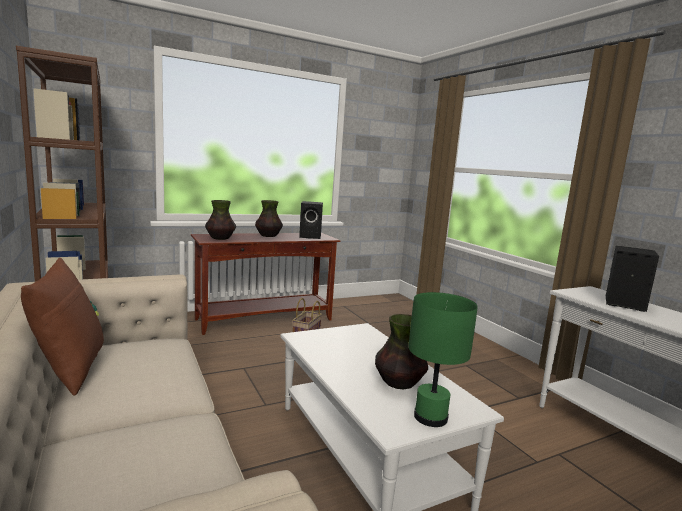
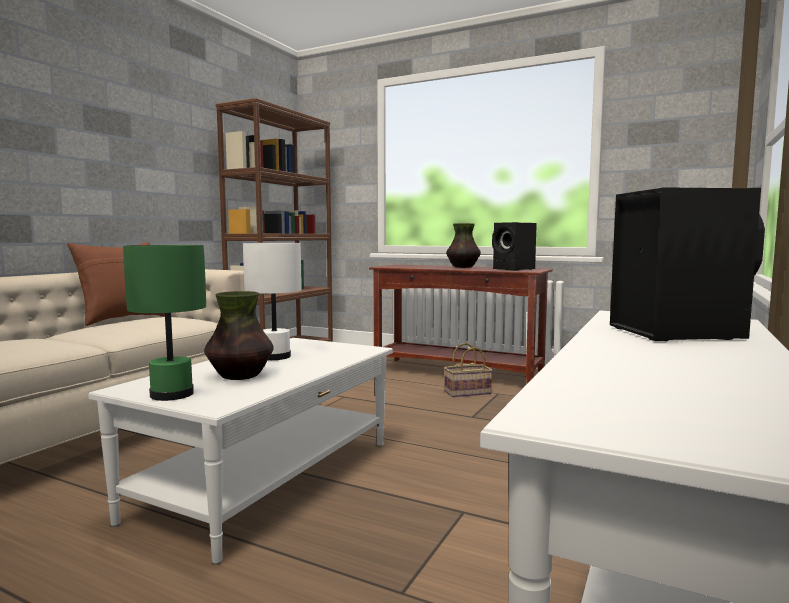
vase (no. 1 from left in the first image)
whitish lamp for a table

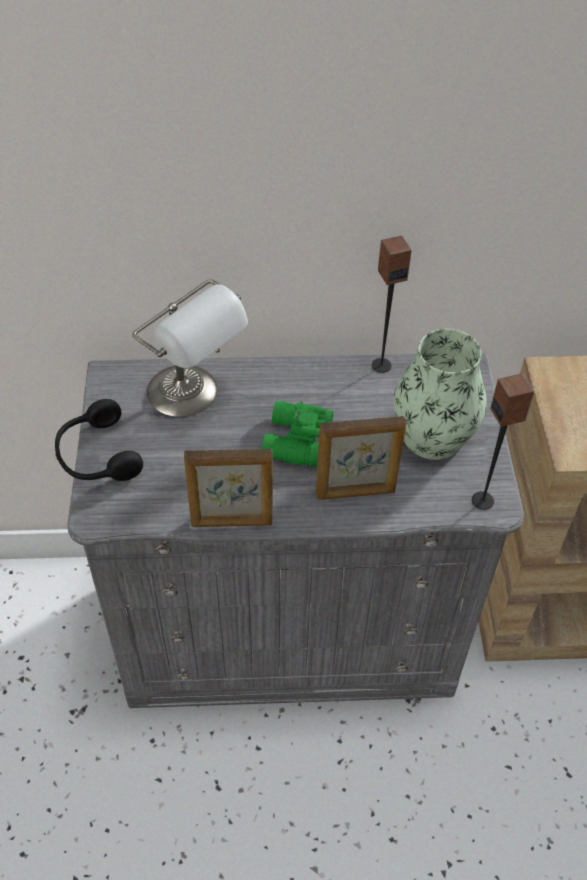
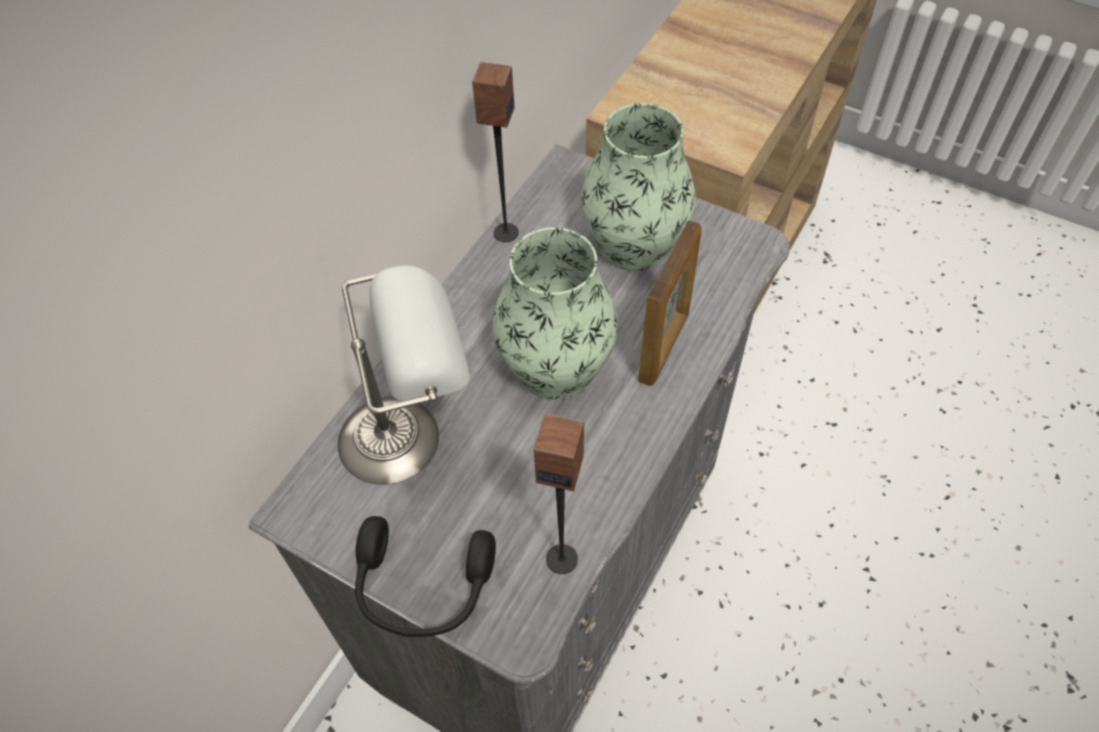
photo frame (no. 1 from left in the first image)
vase (no. 1 from left)
audio speaker (no. 2 from left)

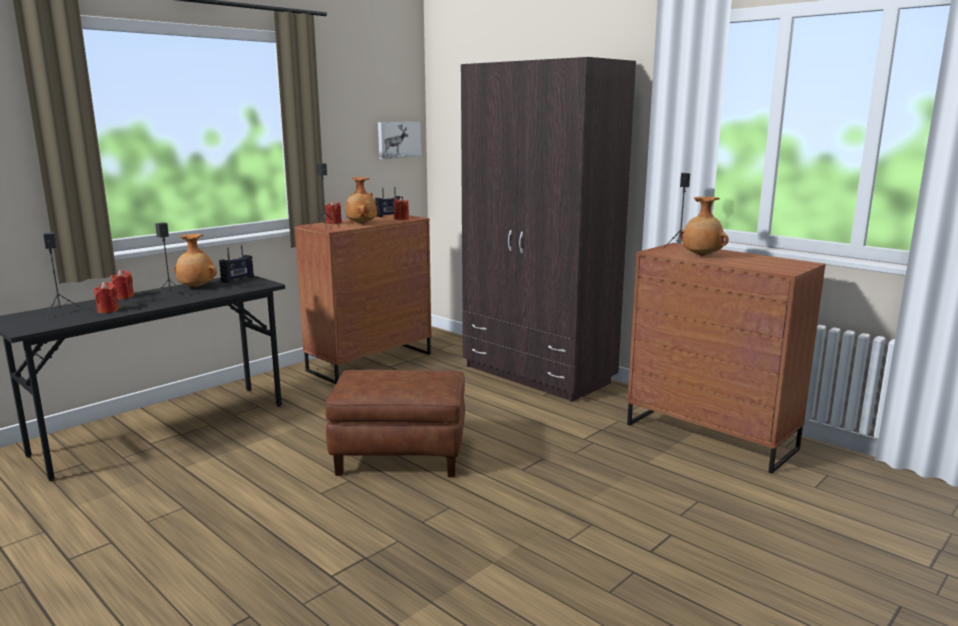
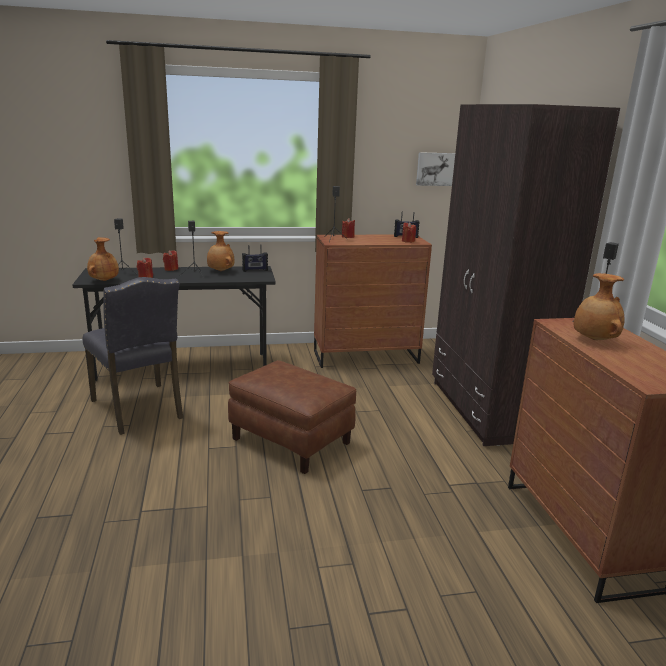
brown-coloured vase (no. 1 from left)
grey upright chair

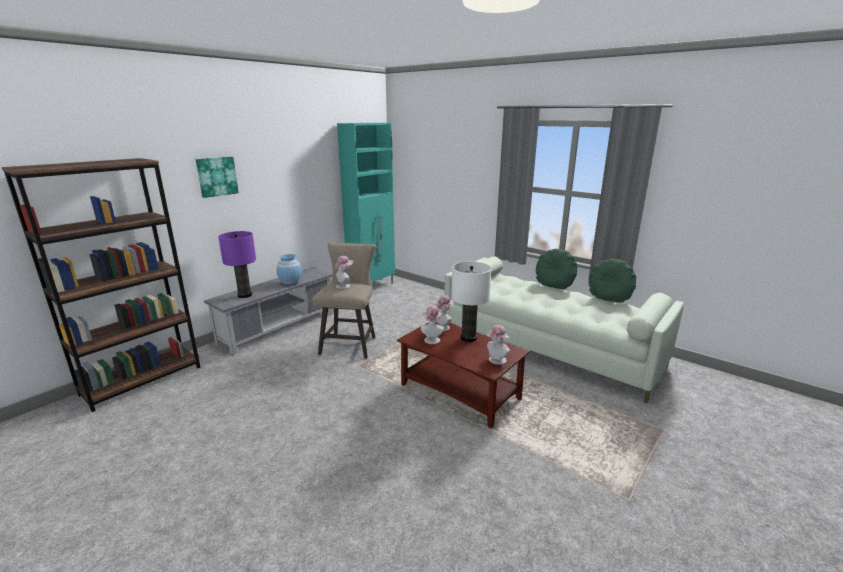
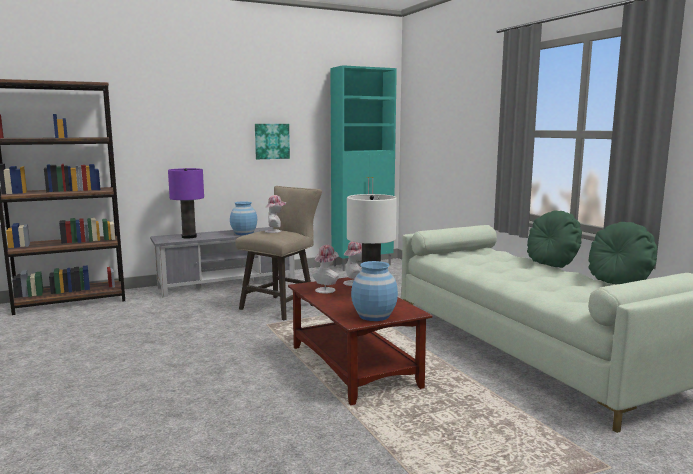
wall picture
blue-coloured vase (no. 2 from left)

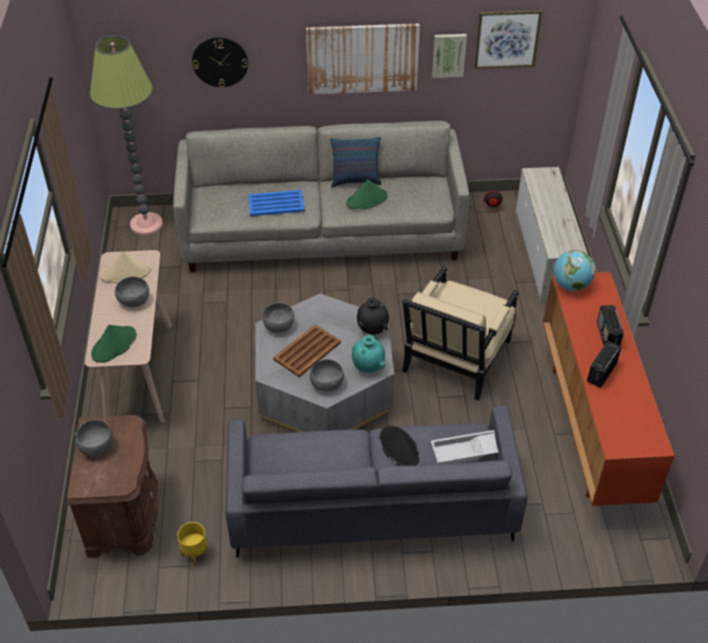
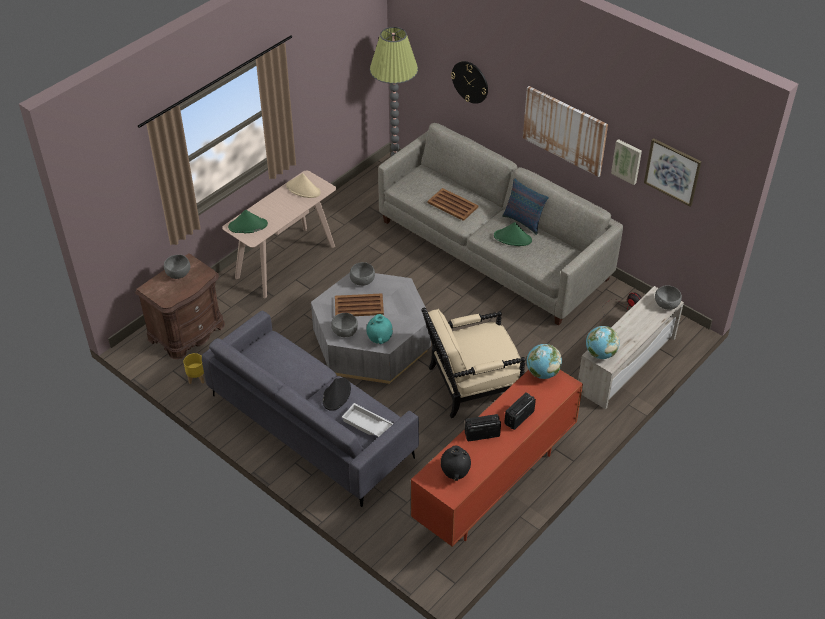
grey bowl (no. 4 from left)
brown-coloured carrying tray (no. 2 from left)
black vase
globe (no. 2 from left)

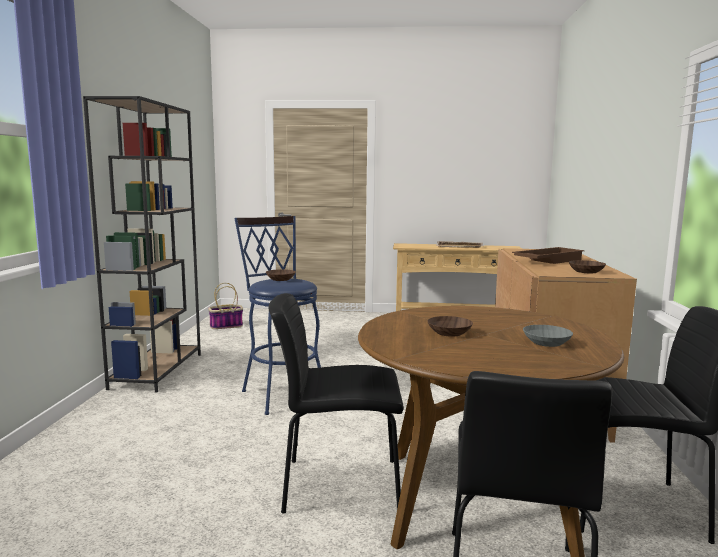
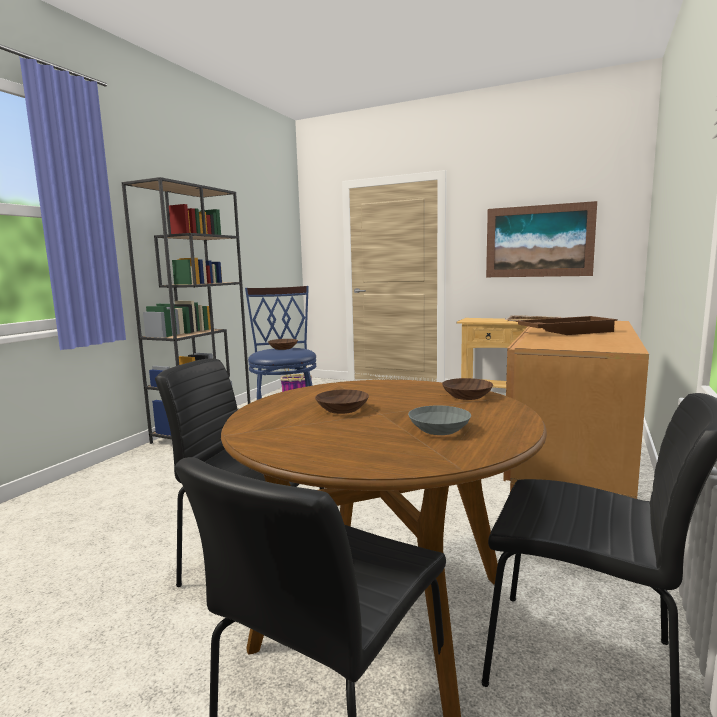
brown-coloured bowl (no. 3 from left)
wall picture

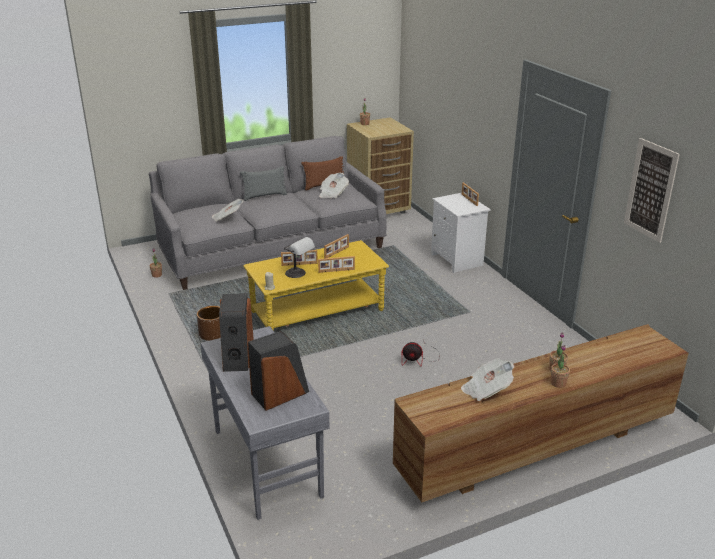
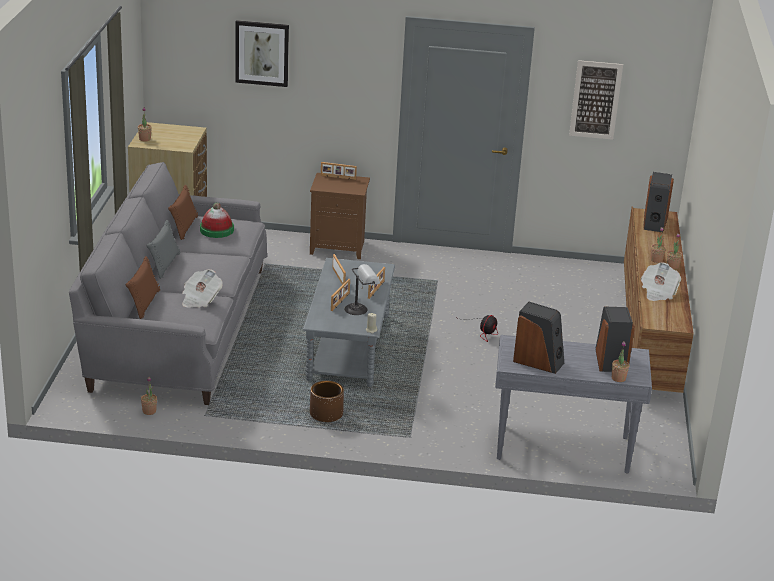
grey low table
clothing hat
brown-coloured bedside table
brown-coloured throw pillow (no. 1 from left)
wall picture (no. 1 from left)
potted plant (no. 3 from left)
audio speaker (no. 3 from left)

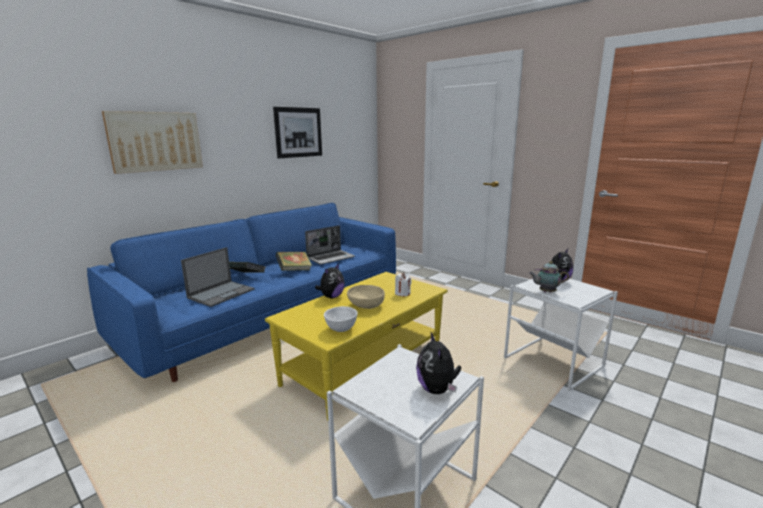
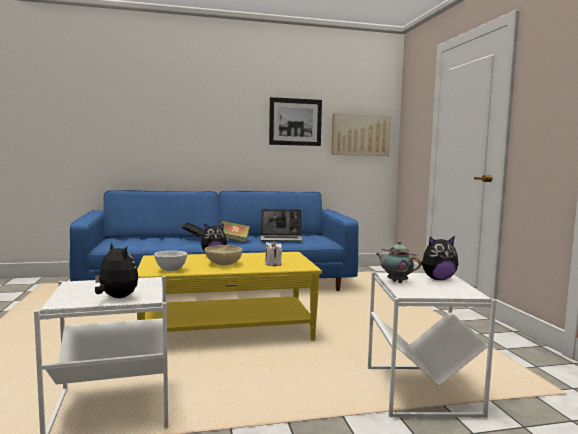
wall picture (no. 2 from left)
portable computer (no. 1 from left in the first image)
cuddly toy (no. 1 from left)

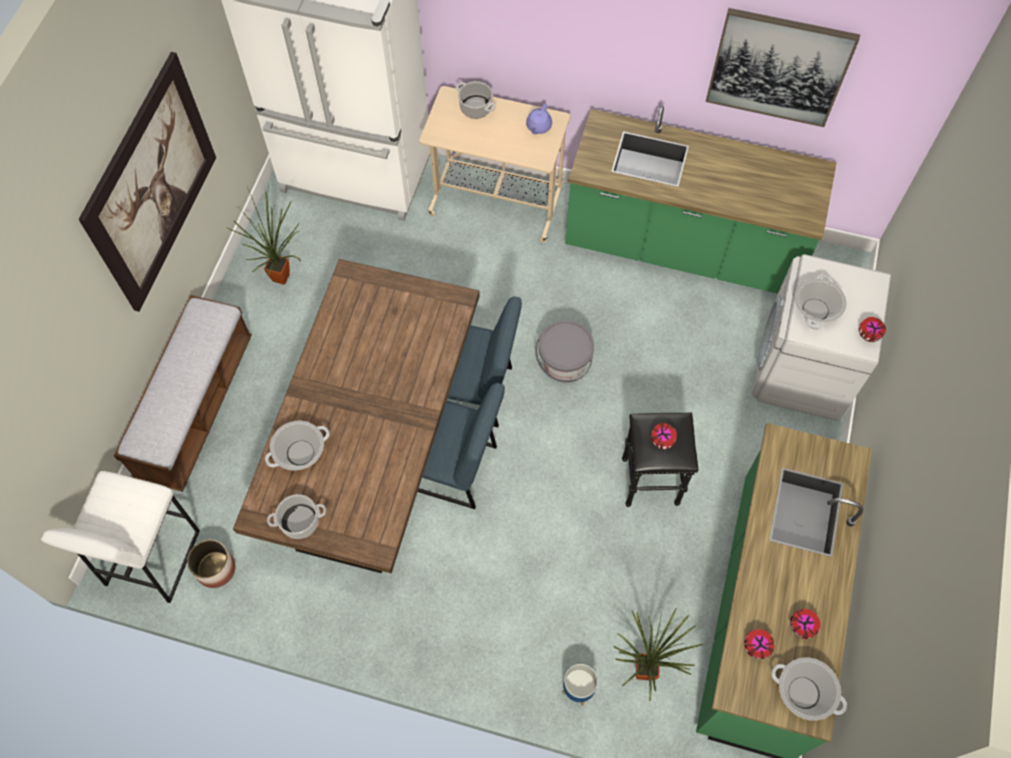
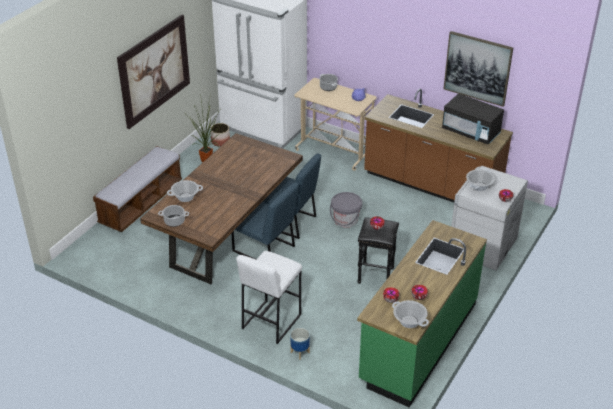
whitish stool seat
plant pot (no. 1 from left)
brown-coloured kitchen base unit
potted plant (no. 2 from left in the first image)
black microwave

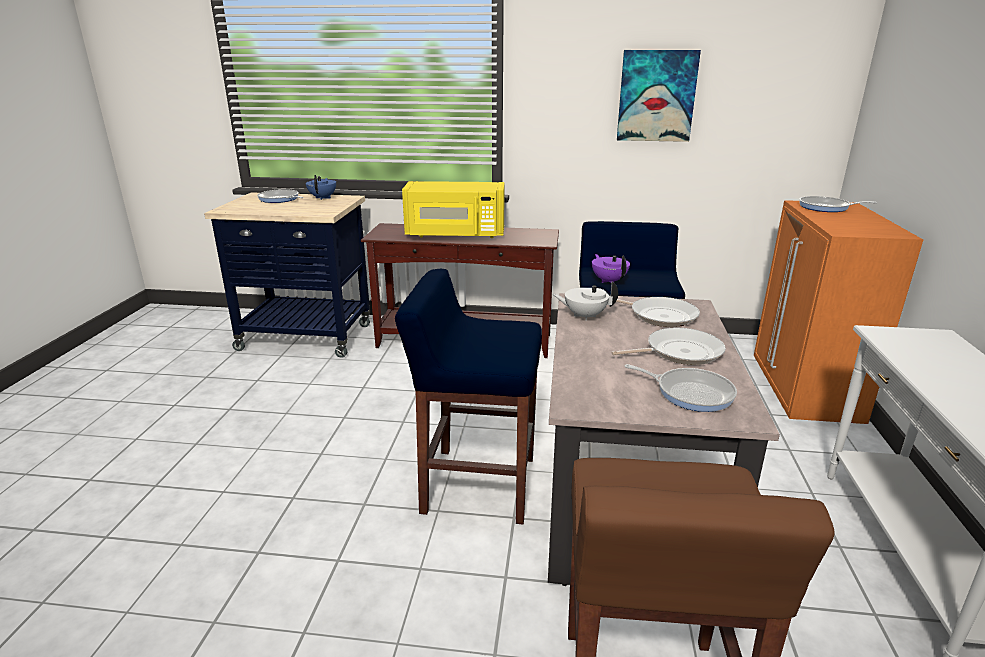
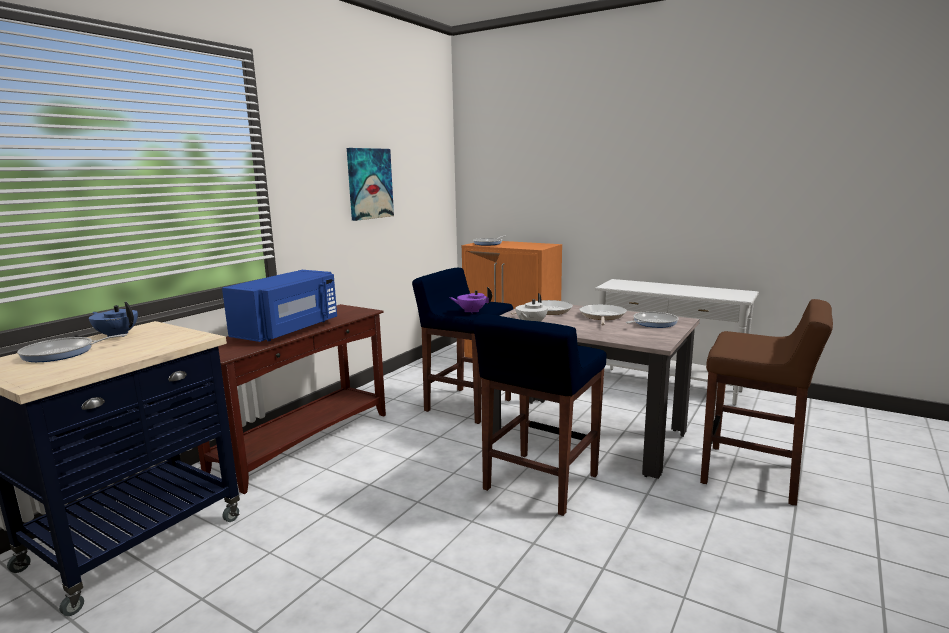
blue-coloured microwave

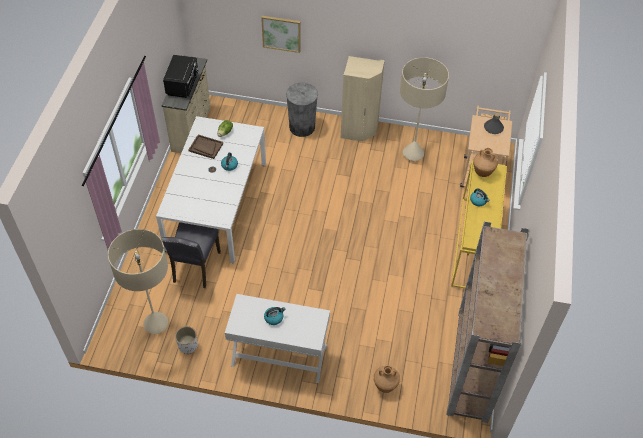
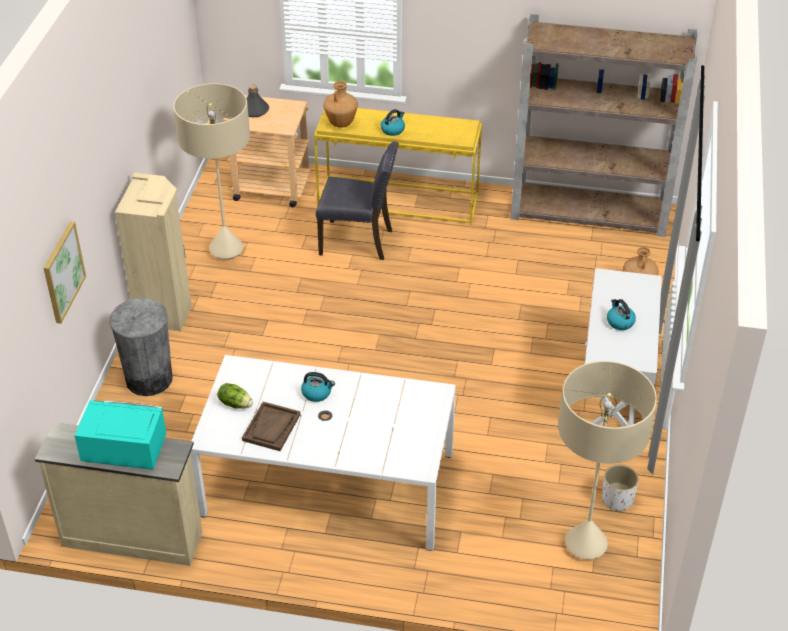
grey upright chair
blue-green microwave

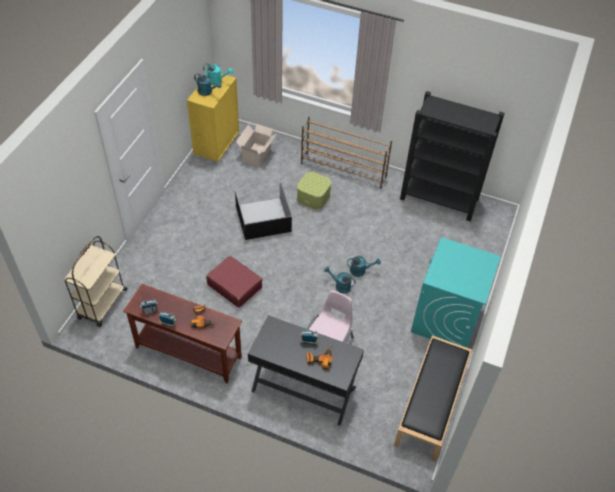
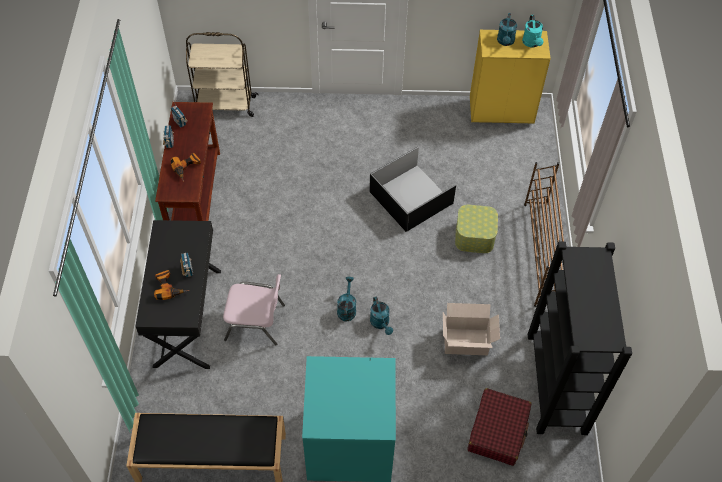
reddish travel case
cardboard box

